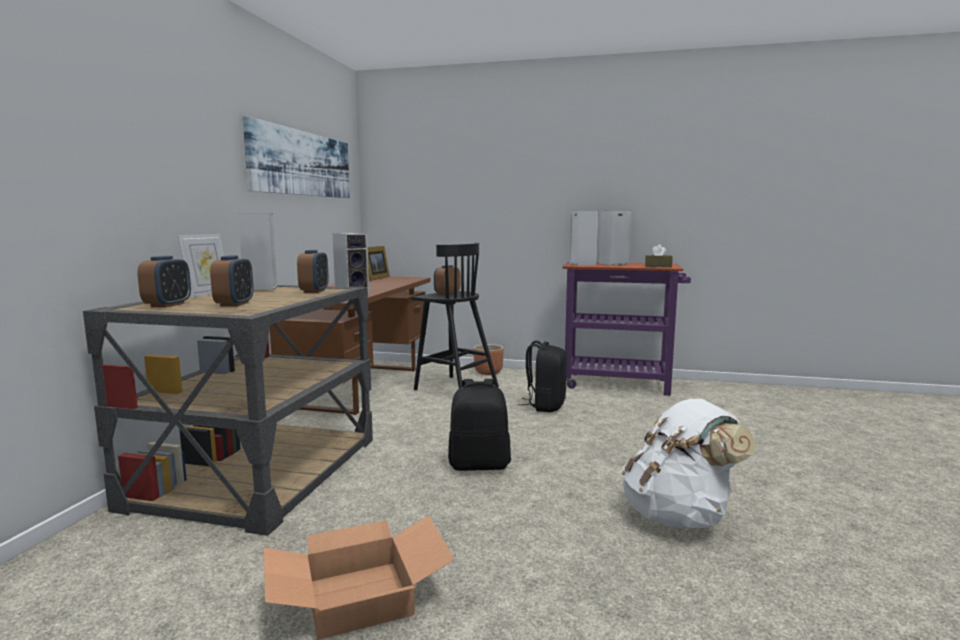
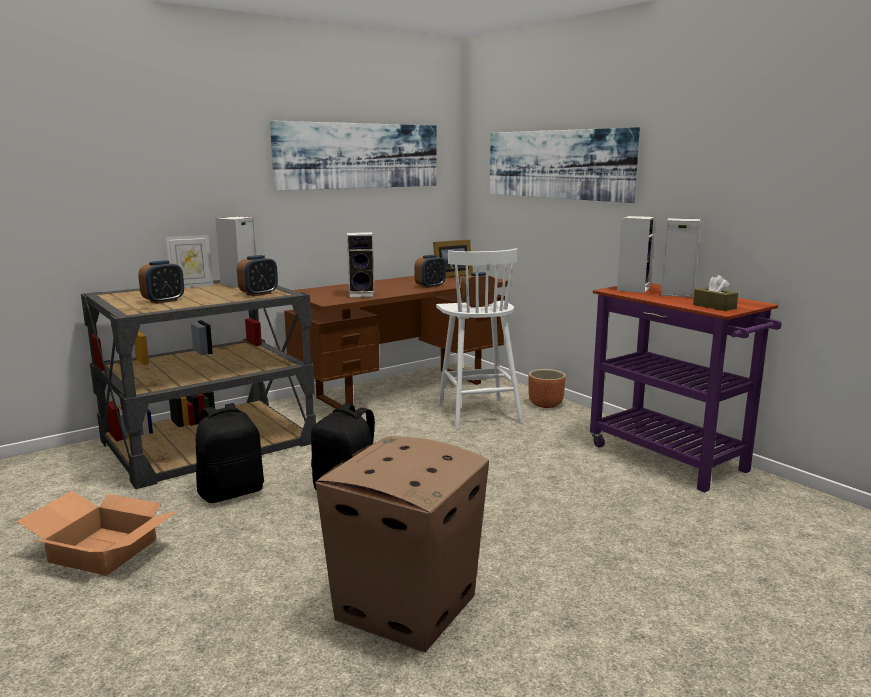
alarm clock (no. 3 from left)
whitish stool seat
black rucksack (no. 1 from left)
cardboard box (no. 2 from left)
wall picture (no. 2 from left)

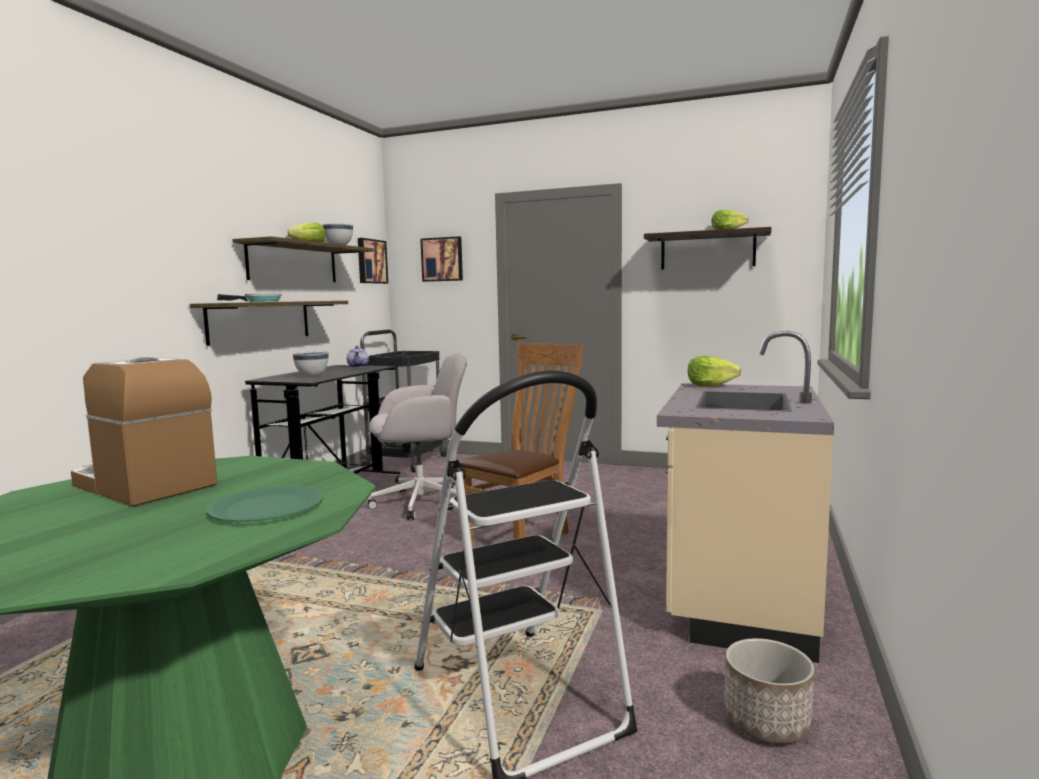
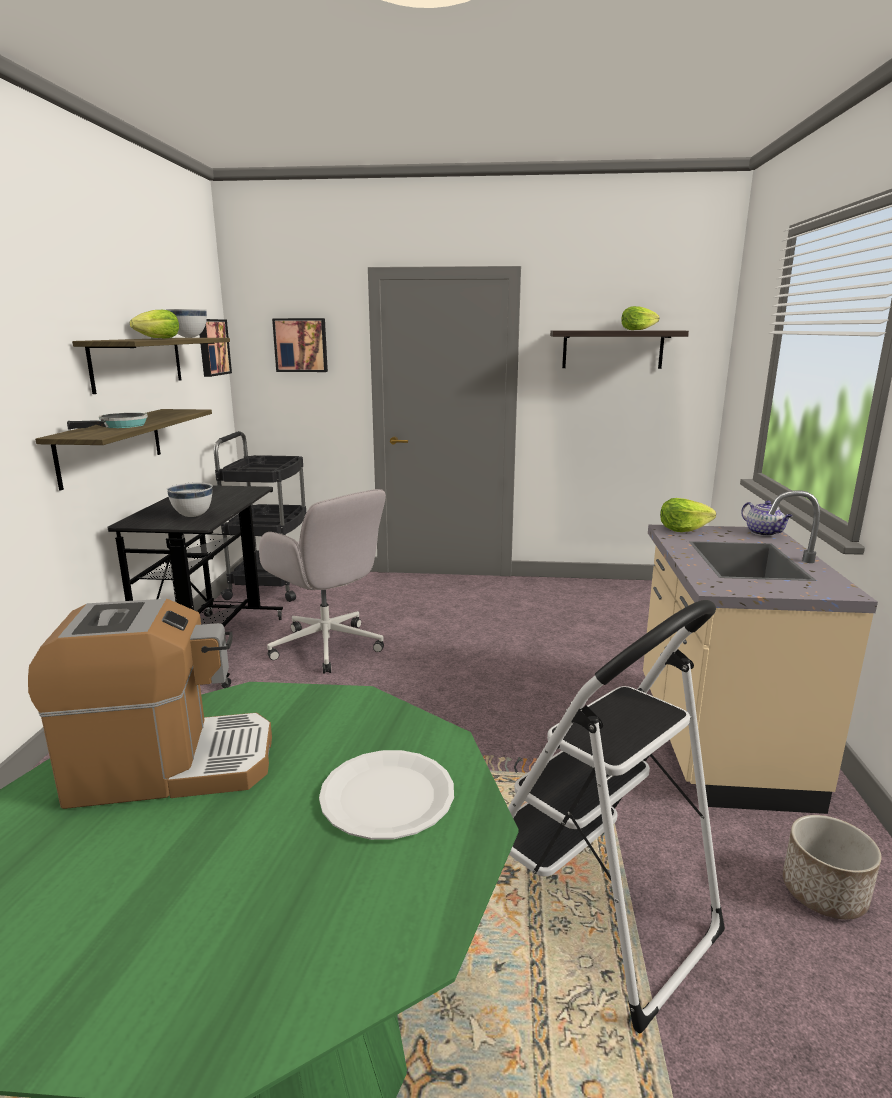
coffee machine
whitish flat dish
tea pot
grey computer chair
brown-coloured upright chair

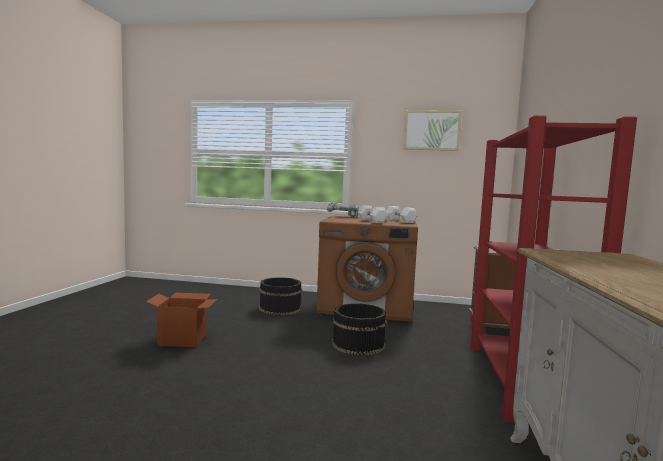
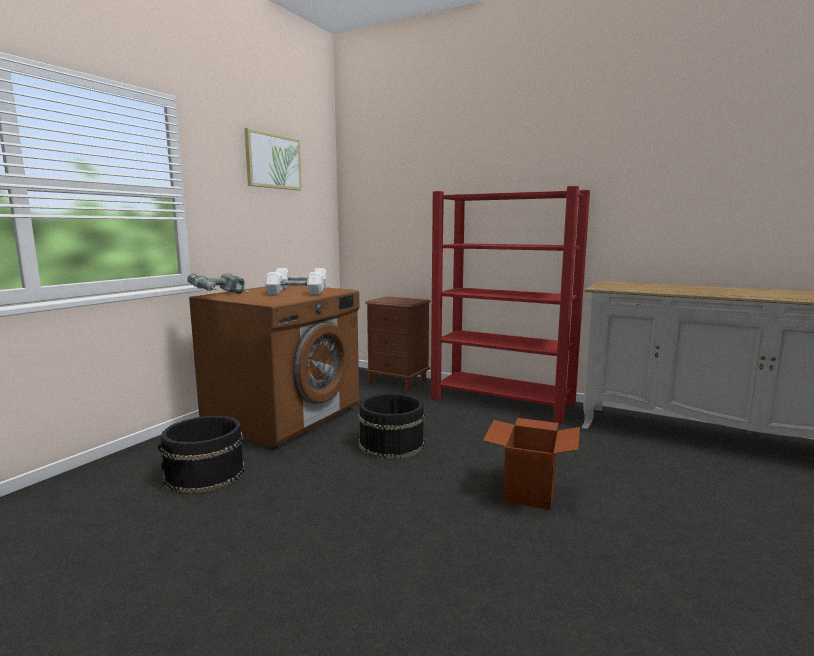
cardboard box

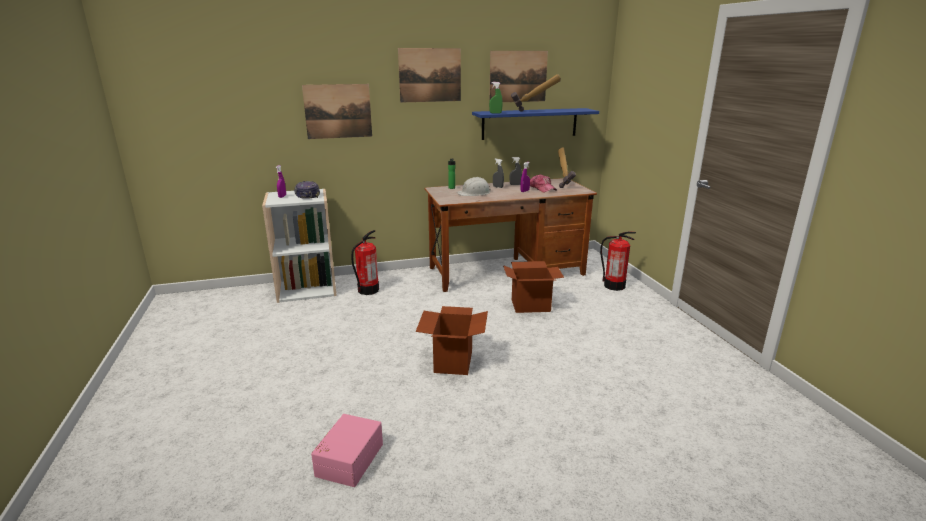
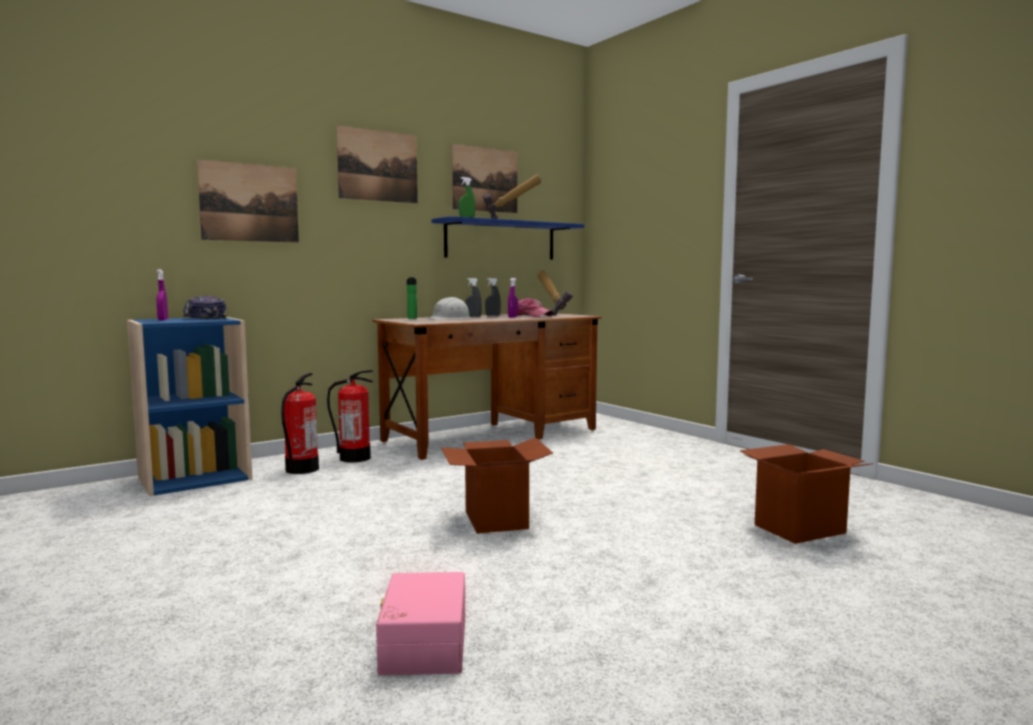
blue-coloured bookshelf
cardboard box (no. 2 from left)
fire extinguisher (no. 2 from left)

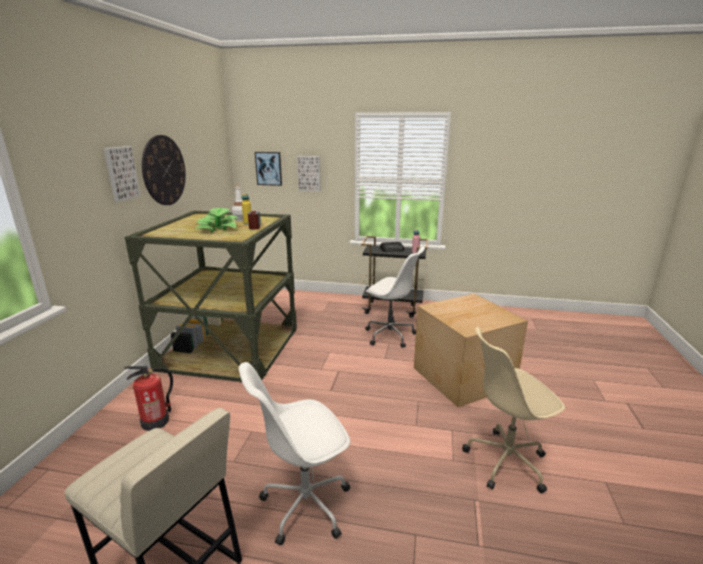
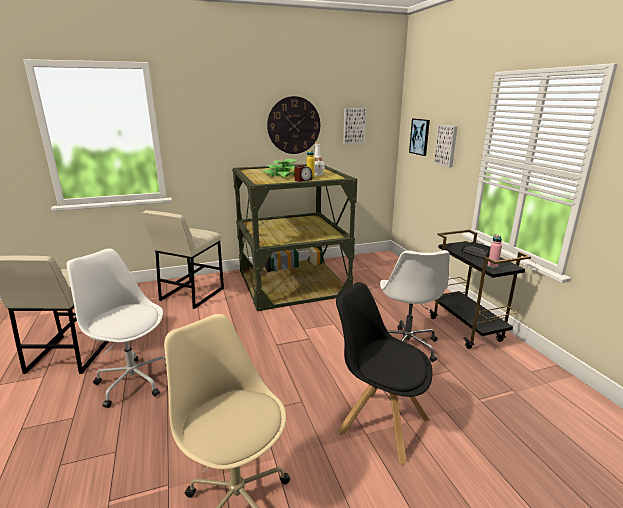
wall picture (no. 1 from left)
beige-coloured upright chair (no. 2 from left)
black upright chair

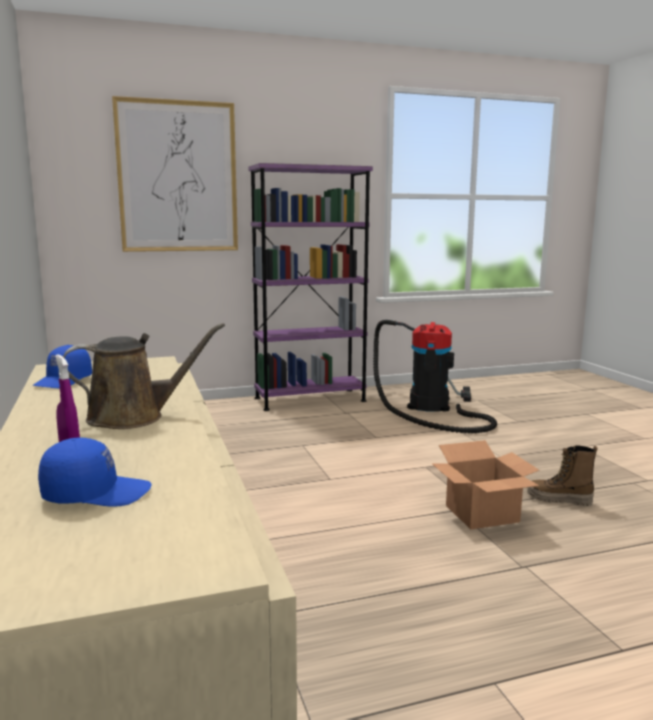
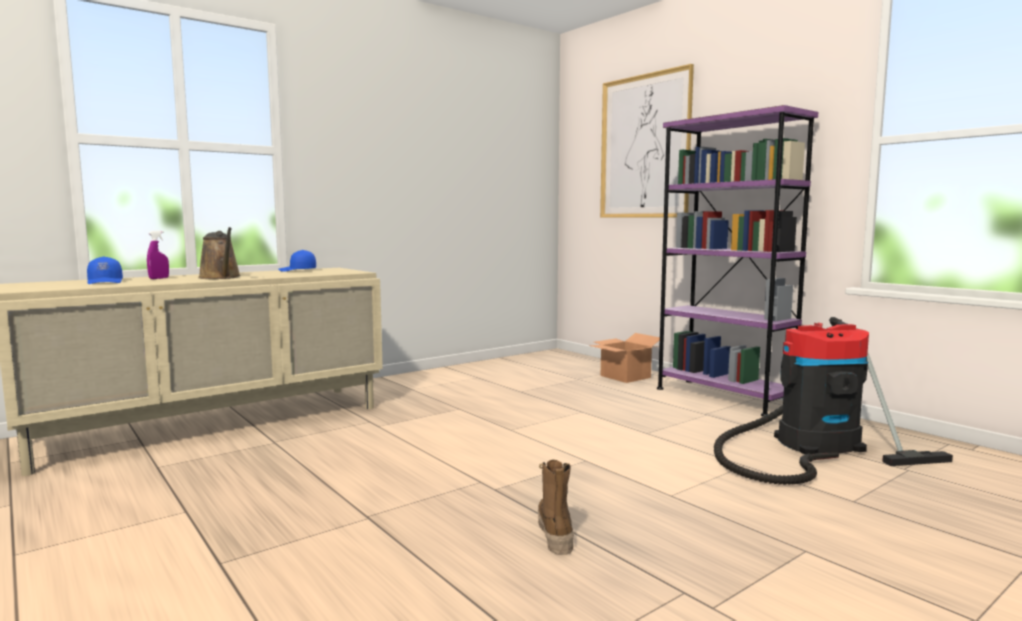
cardboard box

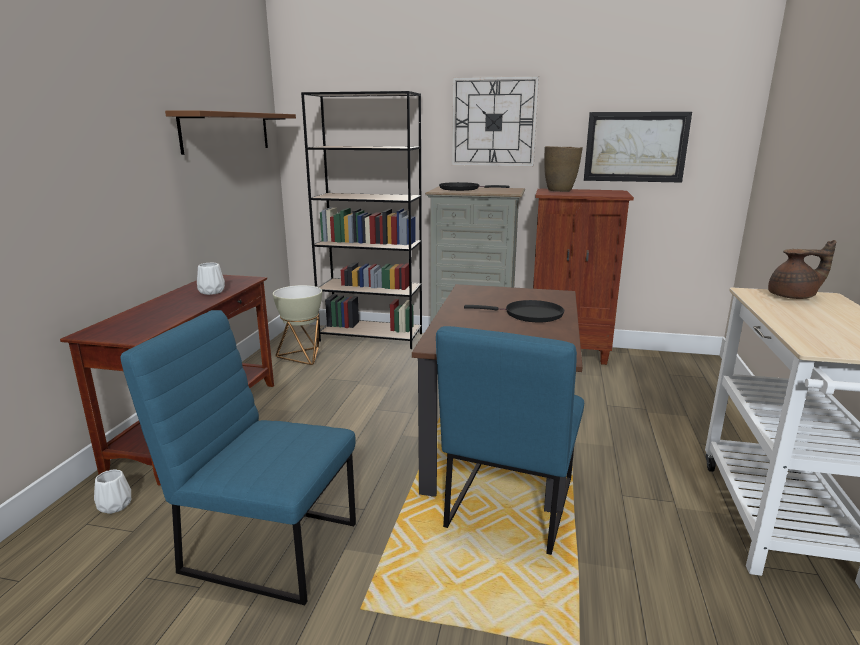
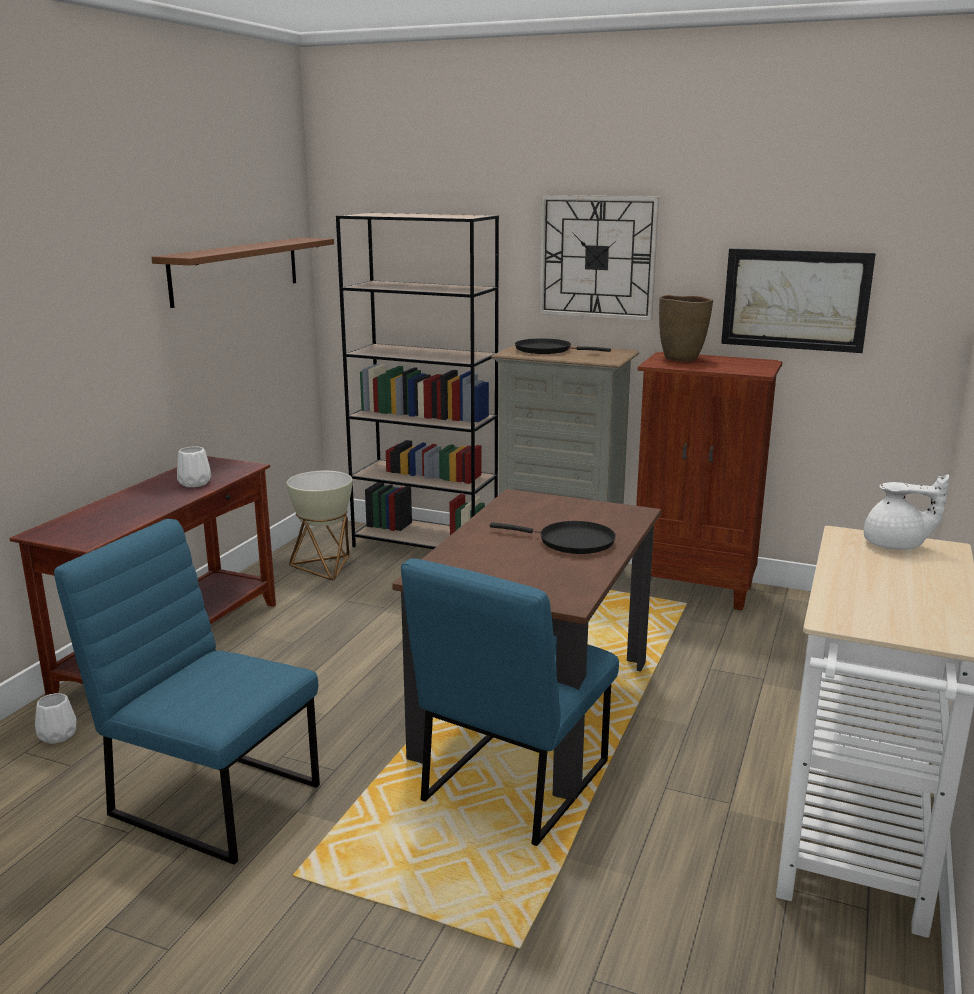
whitish tea pot

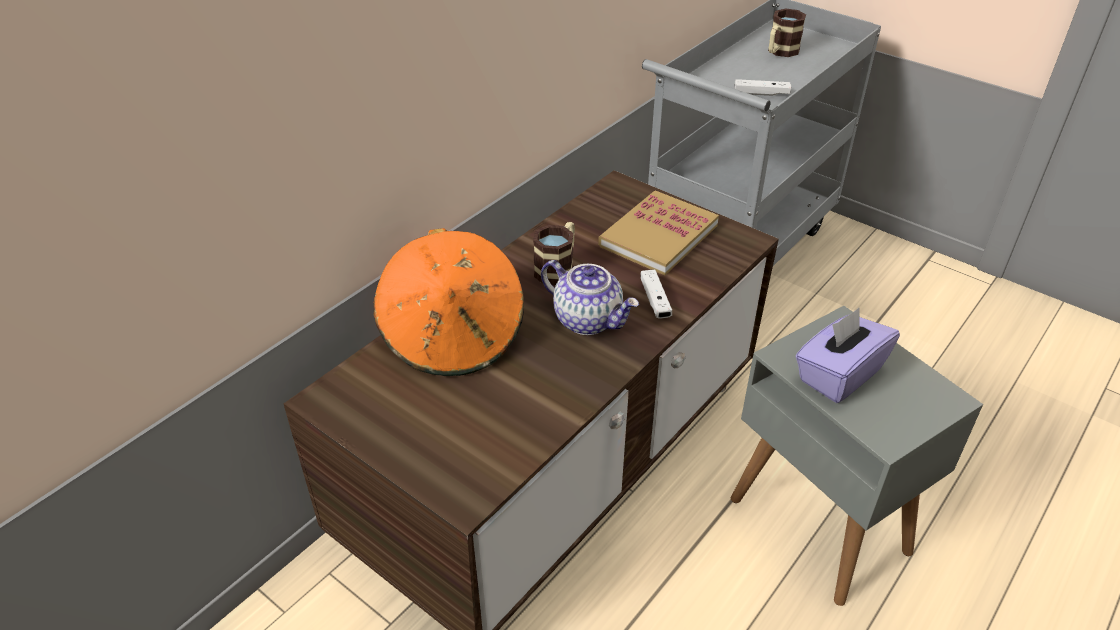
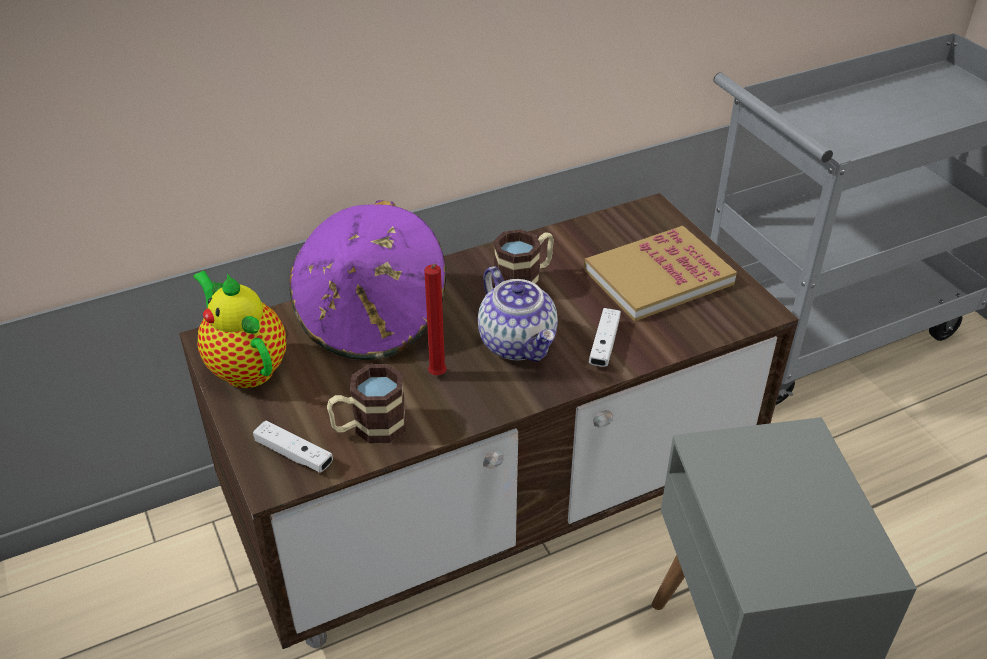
purple-coloured clothing hat
whitish joypad (no. 1 from left)
coffee mug (no. 1 from left)
purple-coloured tissue box
tea pot (no. 1 from left)
reddish wax candle

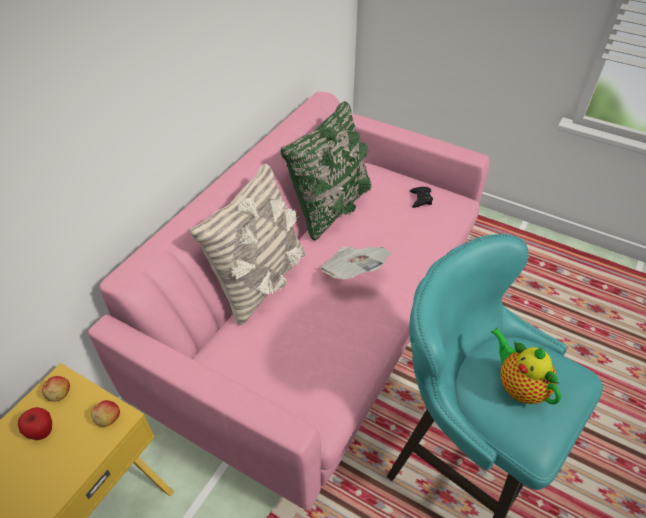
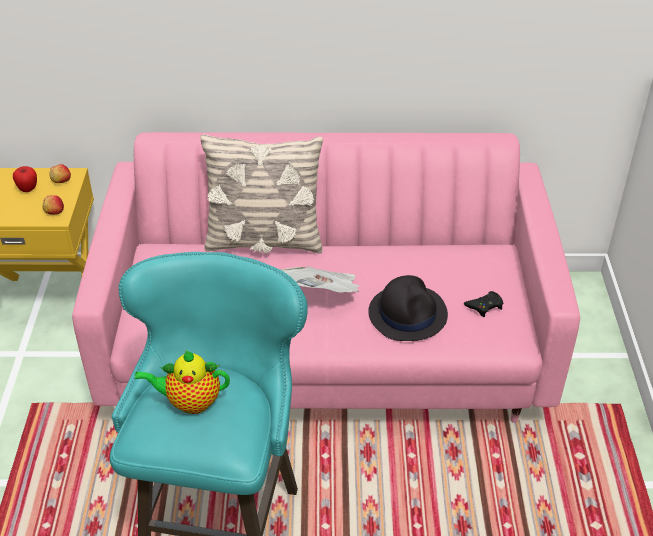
green throw pillow
tea pot
black clothing hat

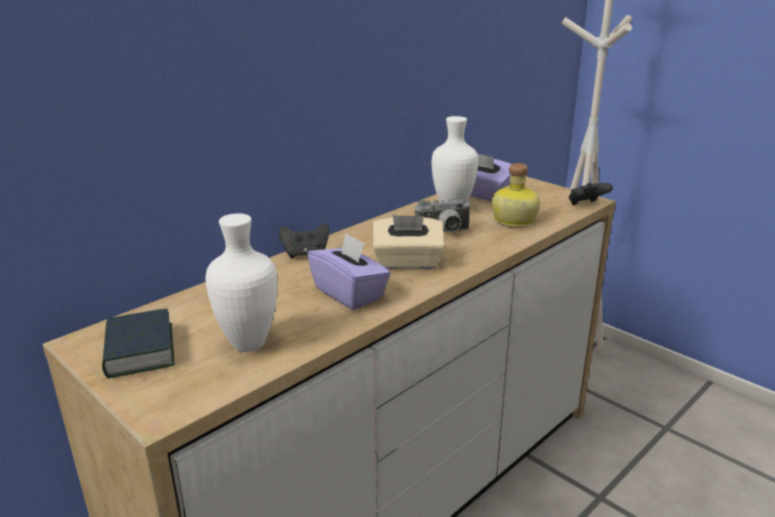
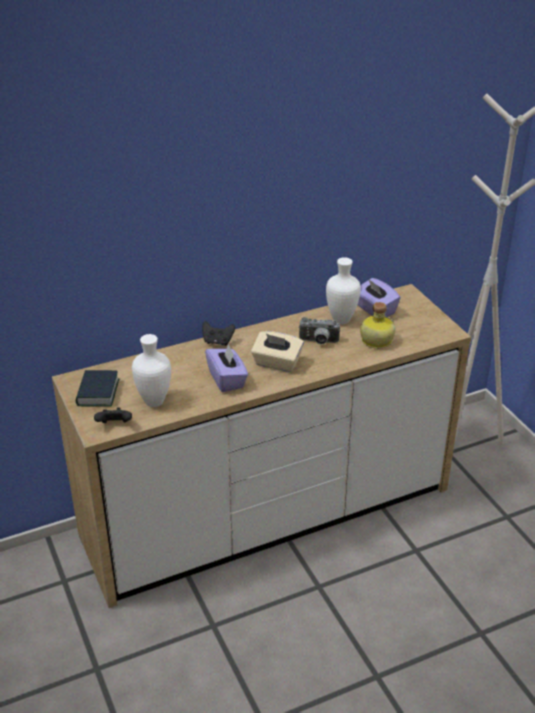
black joypad (no. 1 from left)

